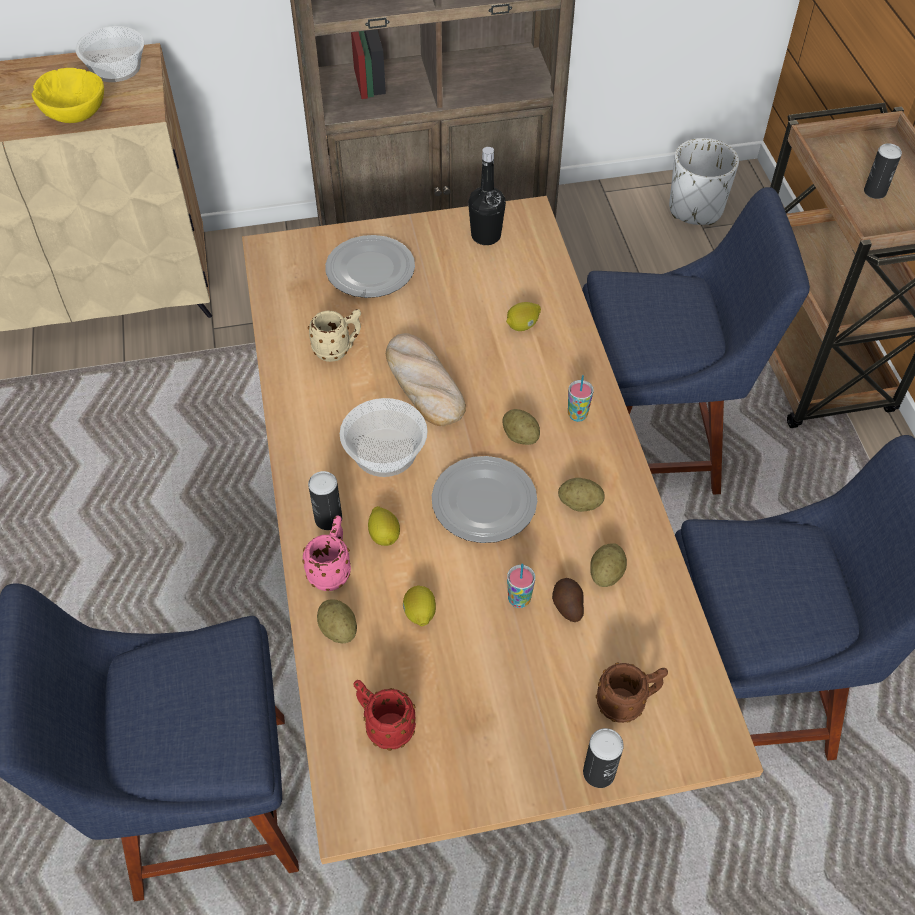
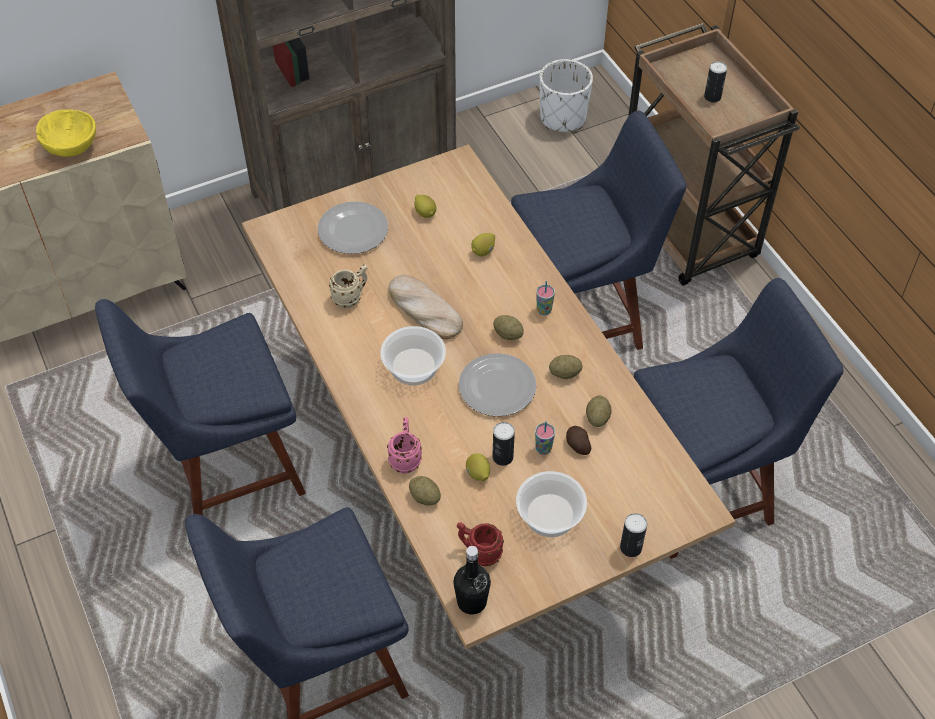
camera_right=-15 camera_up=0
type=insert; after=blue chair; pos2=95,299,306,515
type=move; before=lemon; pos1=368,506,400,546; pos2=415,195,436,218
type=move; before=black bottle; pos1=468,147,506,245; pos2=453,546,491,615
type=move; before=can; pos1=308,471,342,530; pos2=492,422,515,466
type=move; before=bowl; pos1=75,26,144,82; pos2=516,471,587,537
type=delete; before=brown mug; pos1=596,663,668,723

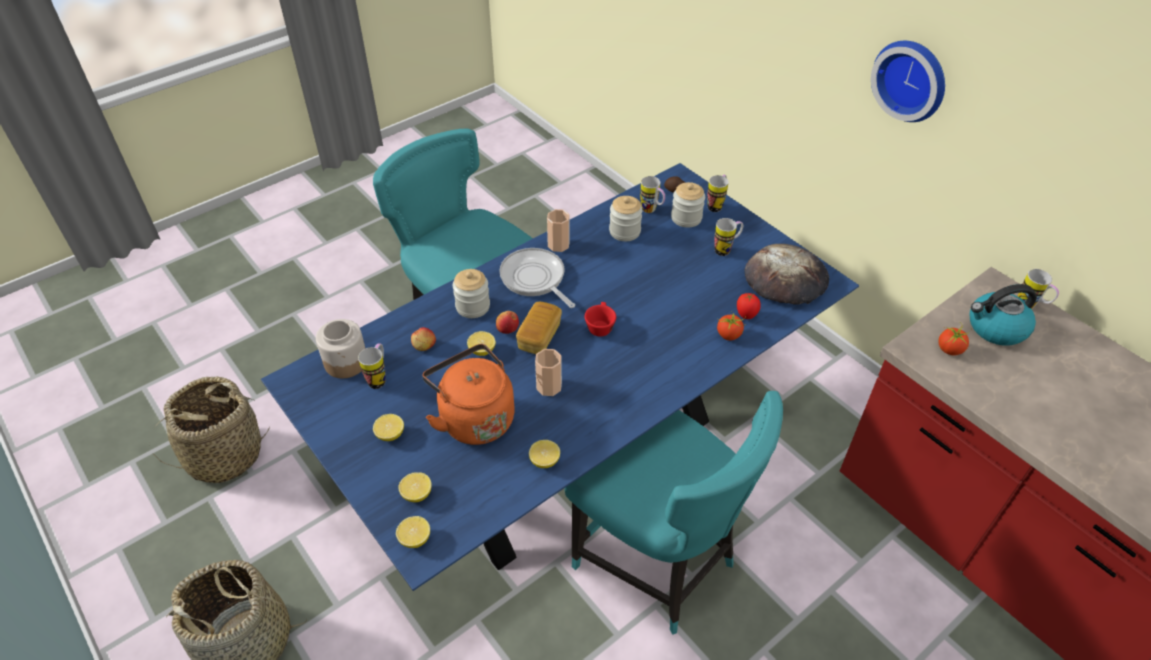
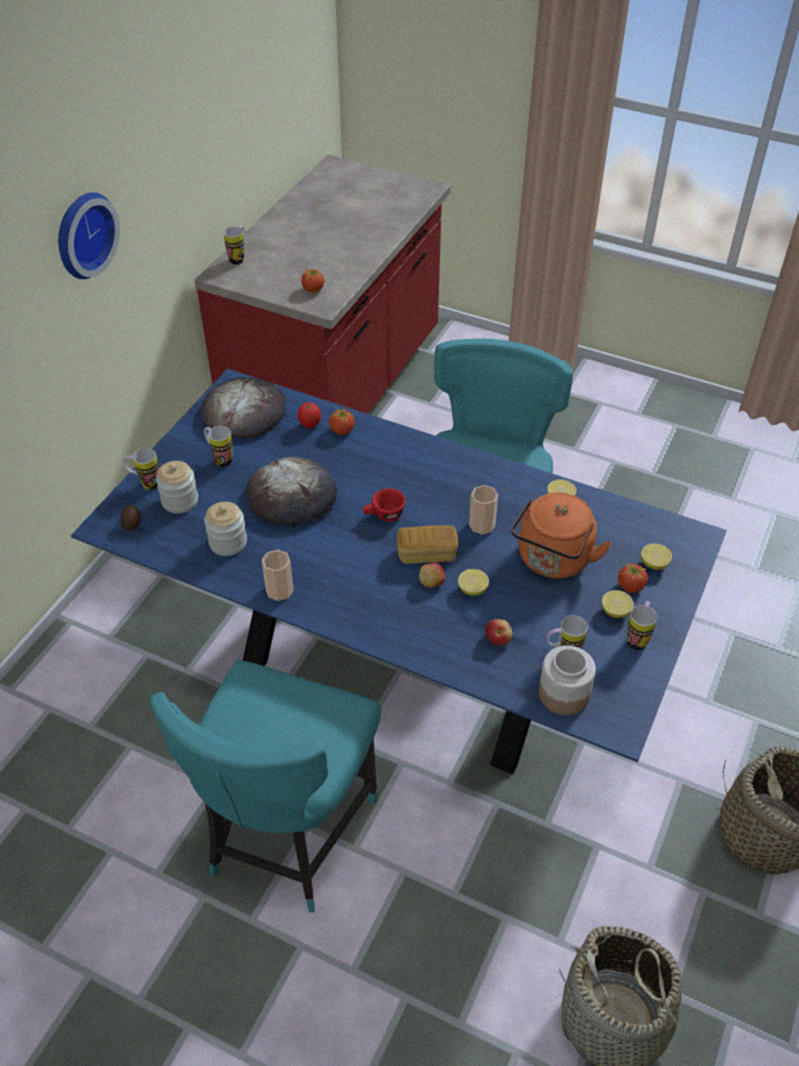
camera_right=-115 camera_up=0
type=insert; after=bread; pos2=246,457,337,526
type=insert; after=tomato; pos2=618,562,649,593
type=move; before=mug; pos1=640,176,665,213; pos2=627,601,657,651
type=delete; before=lemon; pos1=396,516,430,548
type=delete; before=jar; pos1=453,269,490,318
type=delete; before=frying pan; pos1=499,248,575,308
type=delete; before=kettle; pos1=970,284,1037,346

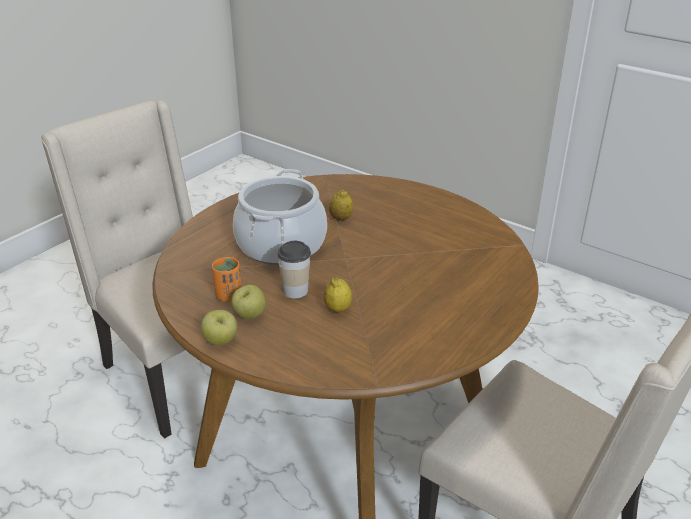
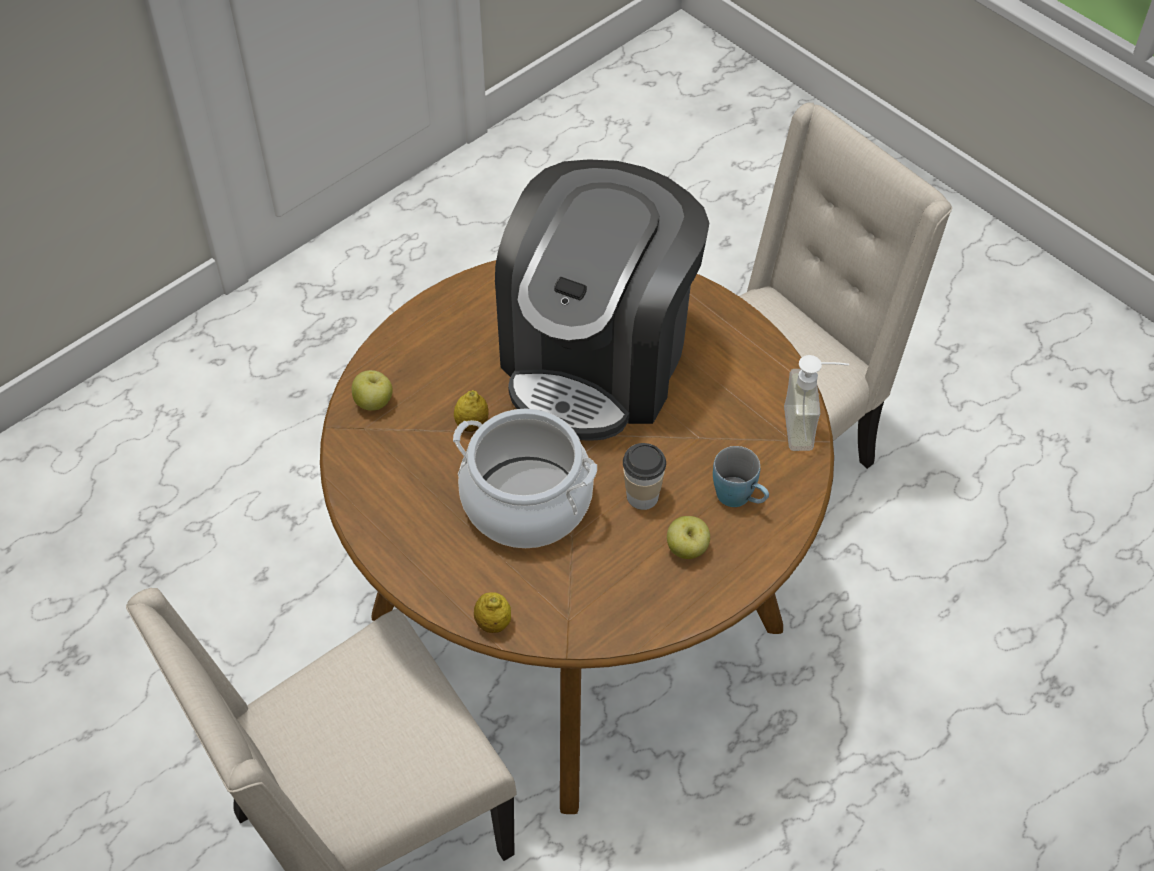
camera_right=-80 camera_up=20
type=move; before=apple; pos1=201,310,237,345; pos2=352,370,393,411
type=move; before=lemon; pos1=324,277,352,312; pos2=474,592,511,633
type=insert; after=coffee machine; pos2=495,159,709,441
type=insert; after=blue mug; pos2=713,446,769,507
type=insert; after=soap dispenser; pos2=784,355,849,451
type=delete; before=orange cup; pos1=212,257,242,302

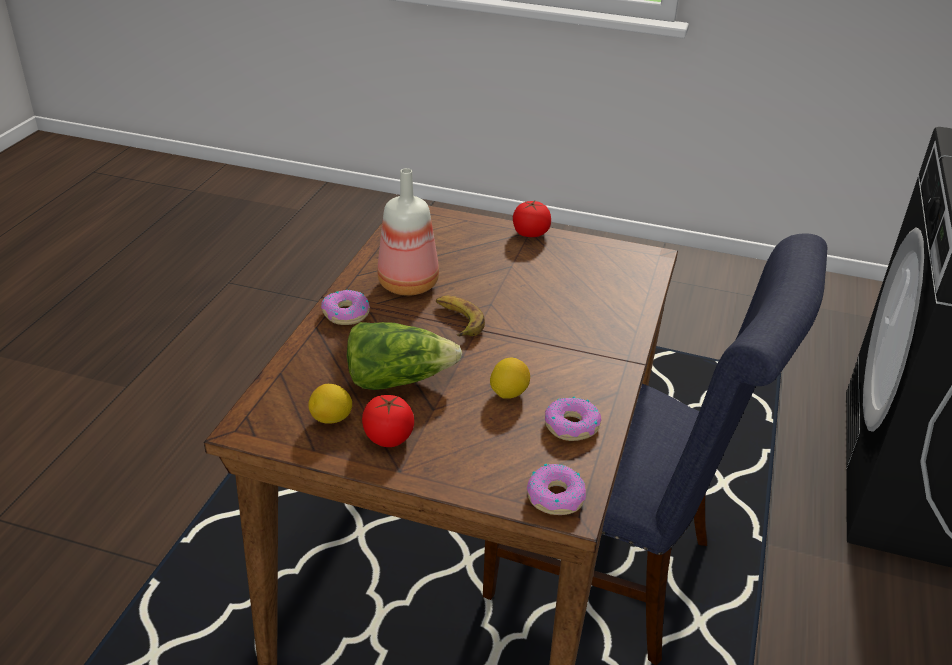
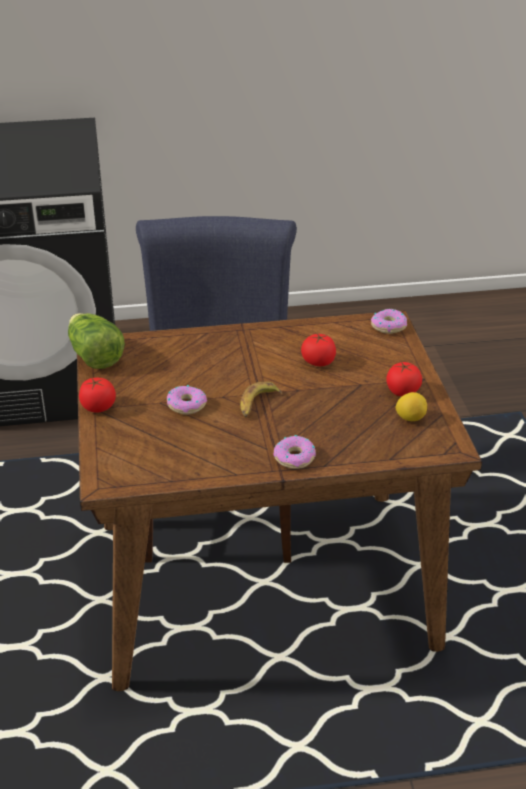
camera_right=-115 camera_up=0
type=move; before=lettuce; pos1=347,322,462,390; pos2=68,313,125,369
type=move; before=donut; pos1=545,397,602,441; pos2=167,385,207,415
type=replace; before=lemon; after=tomato; pos1=490,358,530,399; pos2=301,333,336,366
type=delete; before=bottle; pos1=377,168,439,296

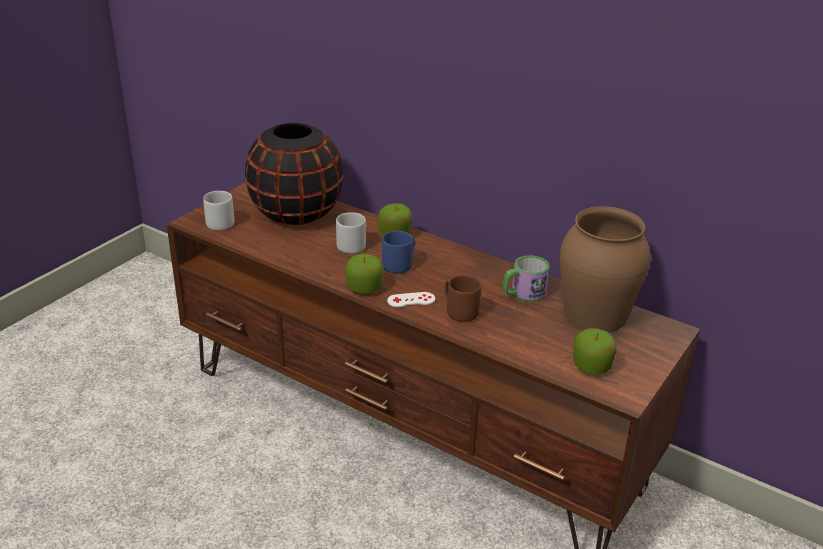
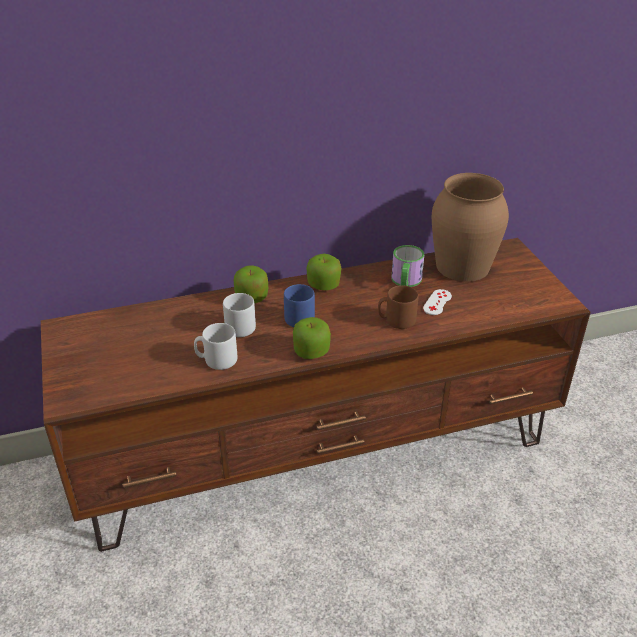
camera_right=-50 camera_up=5
type=move; before=grey mug; pos1=203,191,234,230; pos2=194,323,237,370
type=move; before=apple; pos1=573,328,616,374; pos2=306,254,342,290
type=move; before=white game controller; pos1=387,292,435,307; pos2=423,289,452,315
type=delete; before=black vase; pos1=245,123,343,225

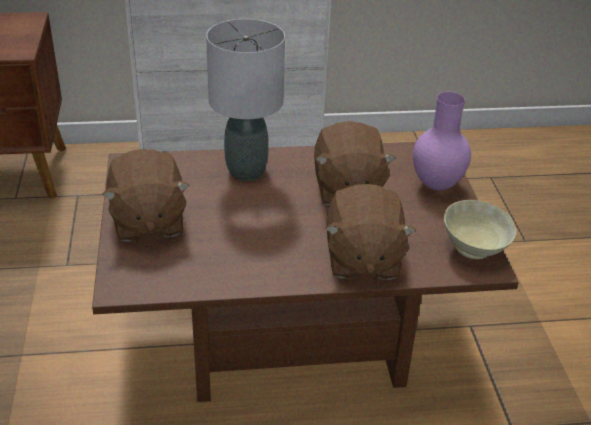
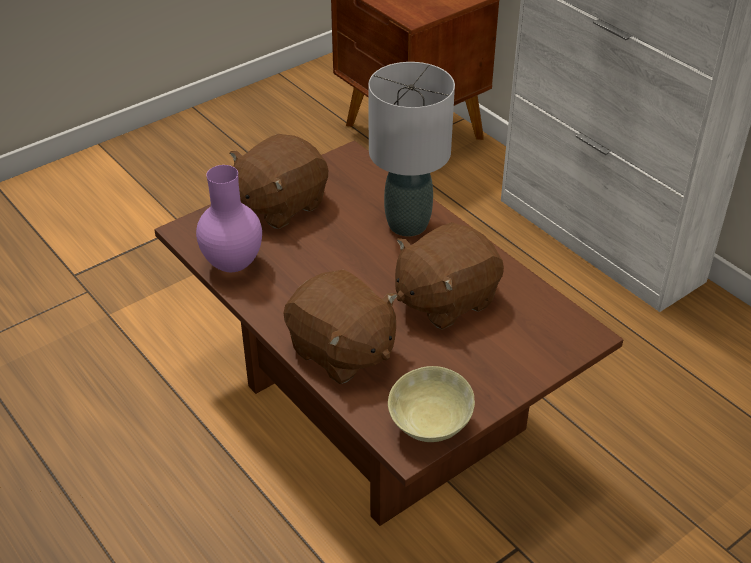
camera_right=60 camera_up=5
type=move; before=purple vase; pos1=413,92,471,190; pos2=196,165,262,272
type=rotate; before=brown plush toy; pos1=325,184,416,280; pos2=283,270,398,384; turn=-105

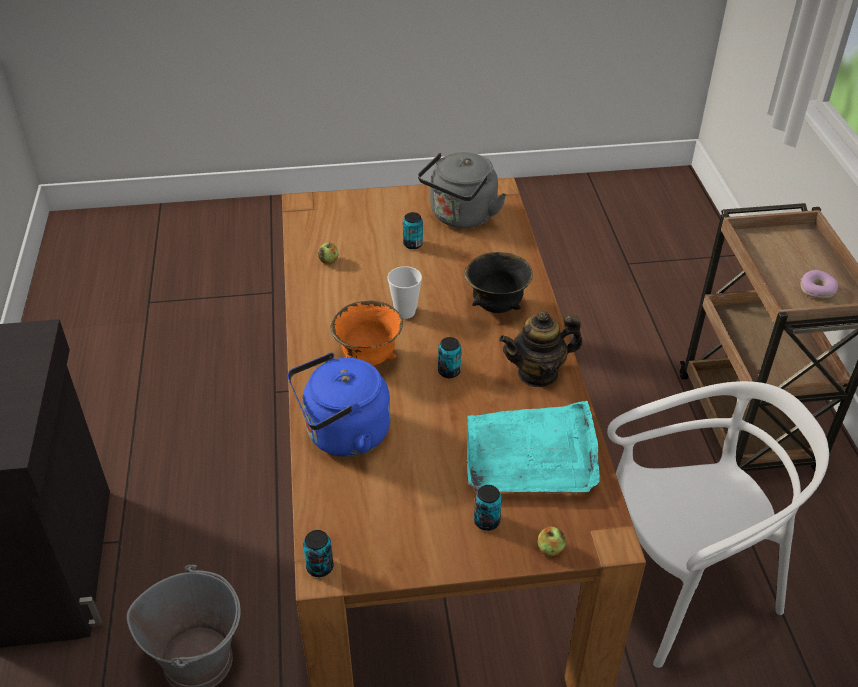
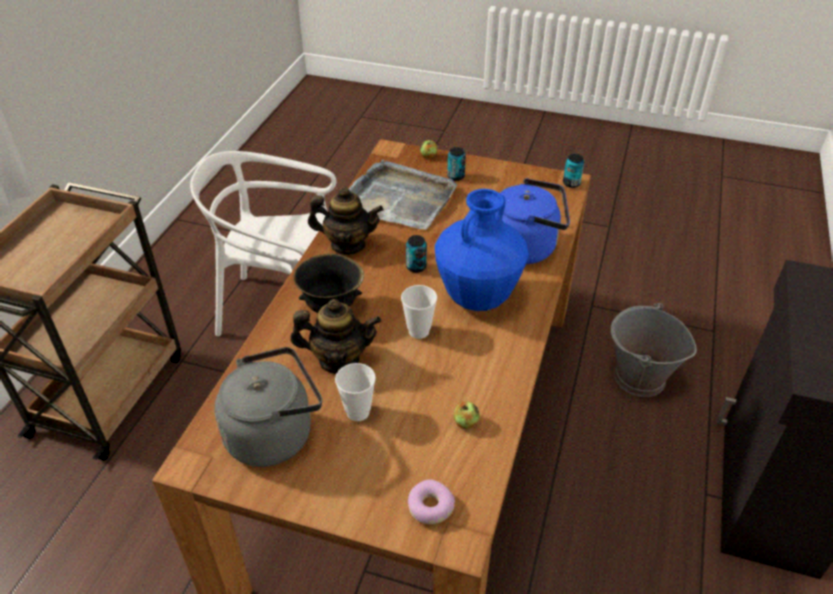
camera_right=-155 camera_up=0
type=insert; after=teapot; pos2=290,299,381,374
type=replace; before=can; after=cup; pos1=403,212,423,249; pos2=335,363,376,421
type=recolor; before=turquoise tray; after=grey tray; pos1=467,401,600,493; pos2=349,160,457,230
type=move; before=donut; pos1=800,270,838,298; pos2=408,479,455,524
type=replace; before=orange bowl; after=blue vase; pos1=330,301,403,366; pos2=435,189,529,311

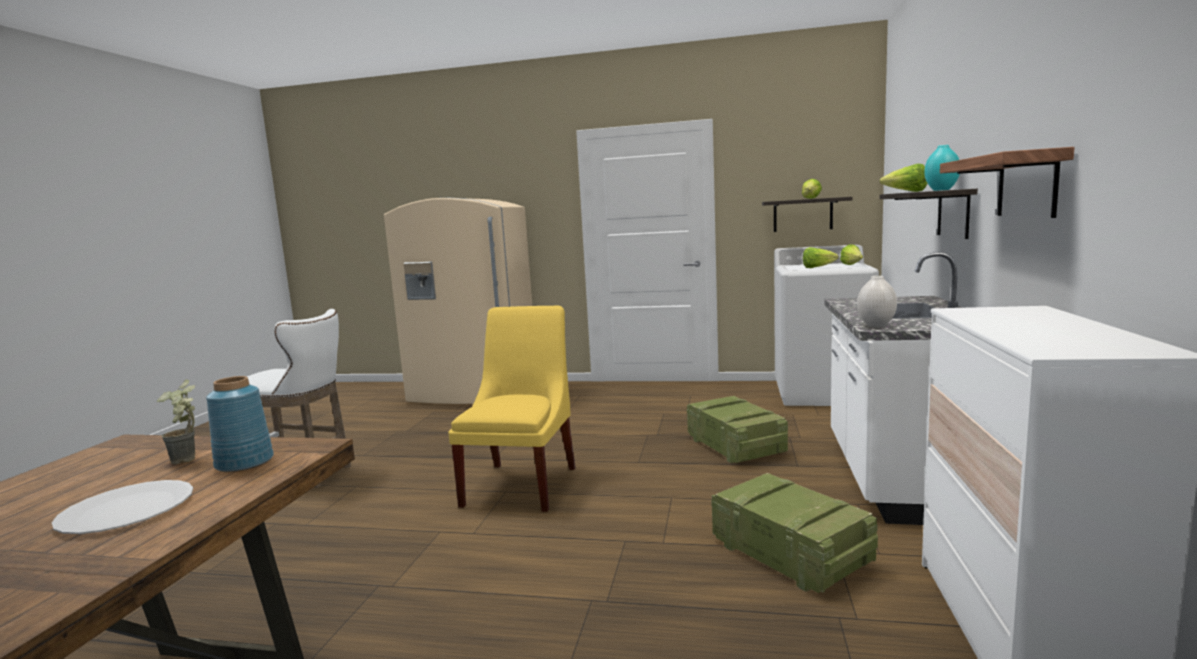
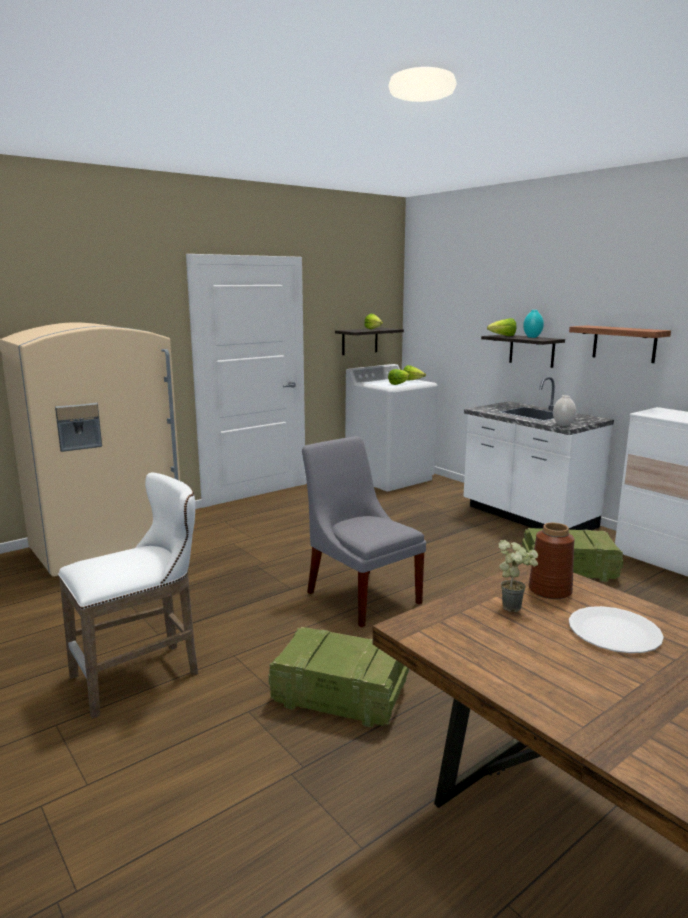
camera_right=-50 camera_up=5
type=move; before=crate; pos1=687,396,788,463; pos2=269,627,409,727
type=recolor; before=yellow chair; after=grey chair; pos1=448,306,576,512; pos2=302,436,426,628
type=recolor; before=blue vase; after=brown vase; pos1=206,376,274,472; pos2=529,523,574,599

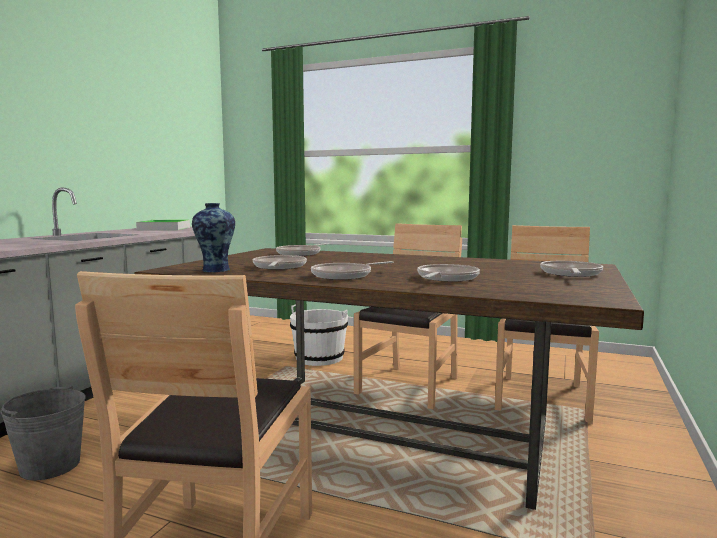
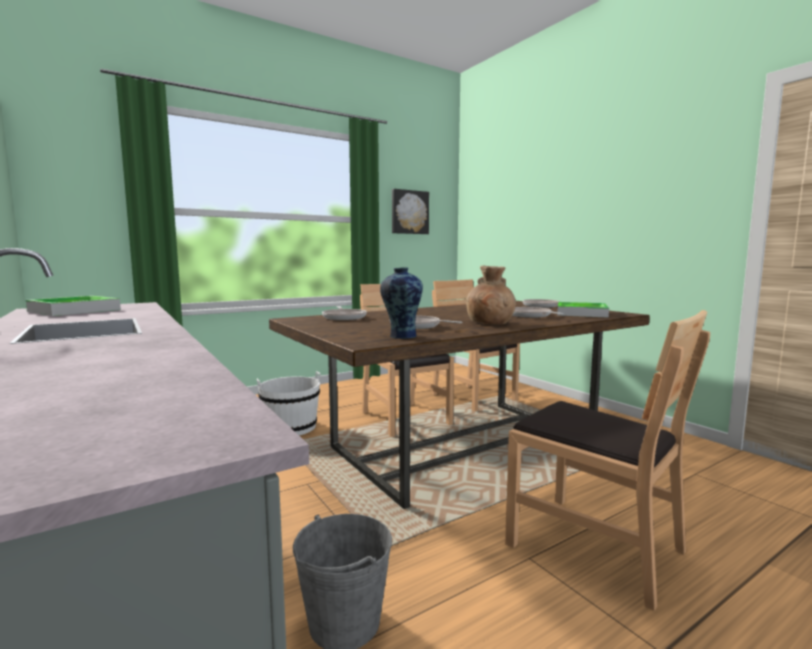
camera_right=-55 camera_up=0
type=insert; after=picture; pos2=392,189,429,234
type=replace; before=frying pan; after=brown vase; pos1=311,261,393,280; pos2=466,266,516,324
type=insert; after=tray; pos2=557,302,609,318

